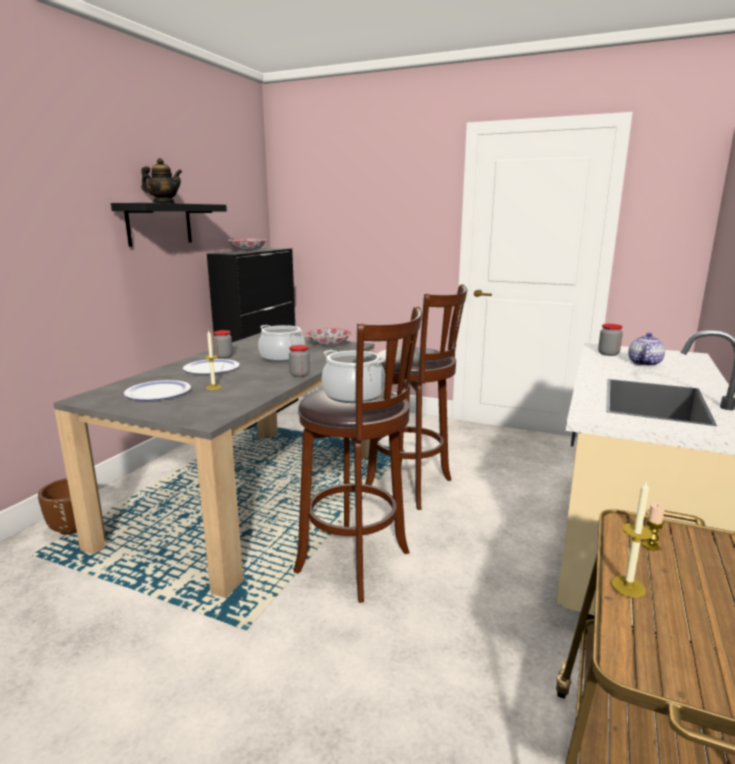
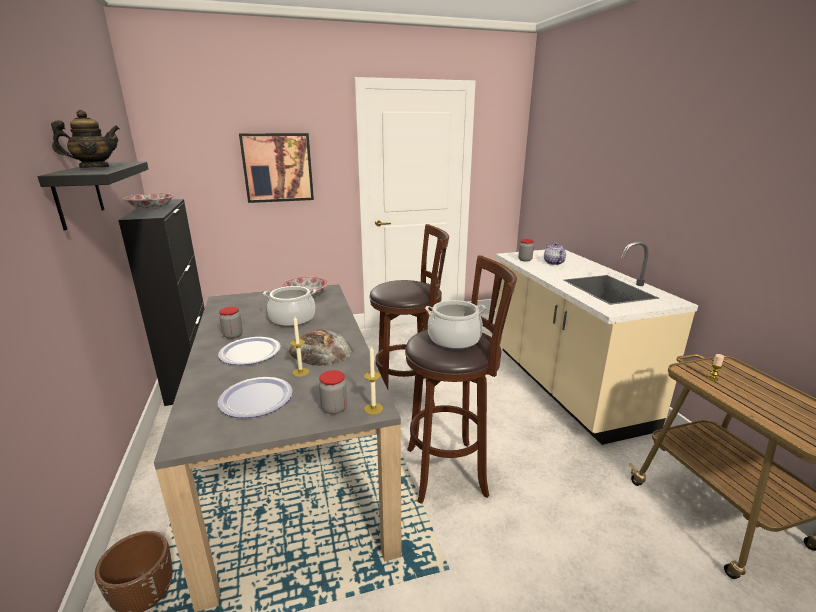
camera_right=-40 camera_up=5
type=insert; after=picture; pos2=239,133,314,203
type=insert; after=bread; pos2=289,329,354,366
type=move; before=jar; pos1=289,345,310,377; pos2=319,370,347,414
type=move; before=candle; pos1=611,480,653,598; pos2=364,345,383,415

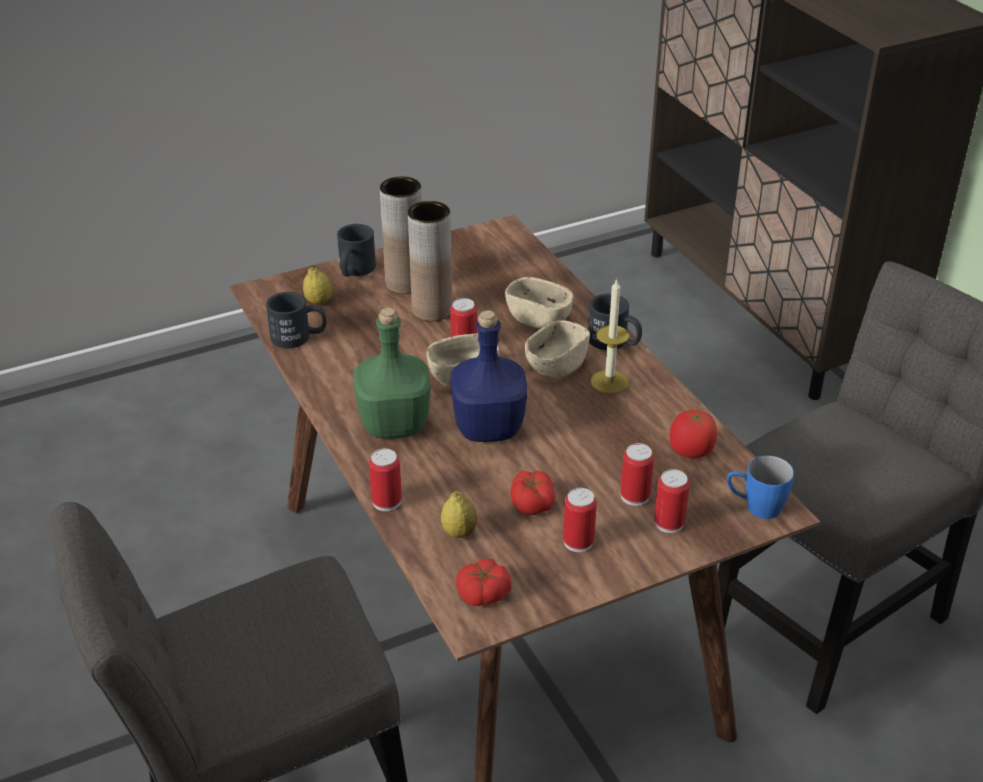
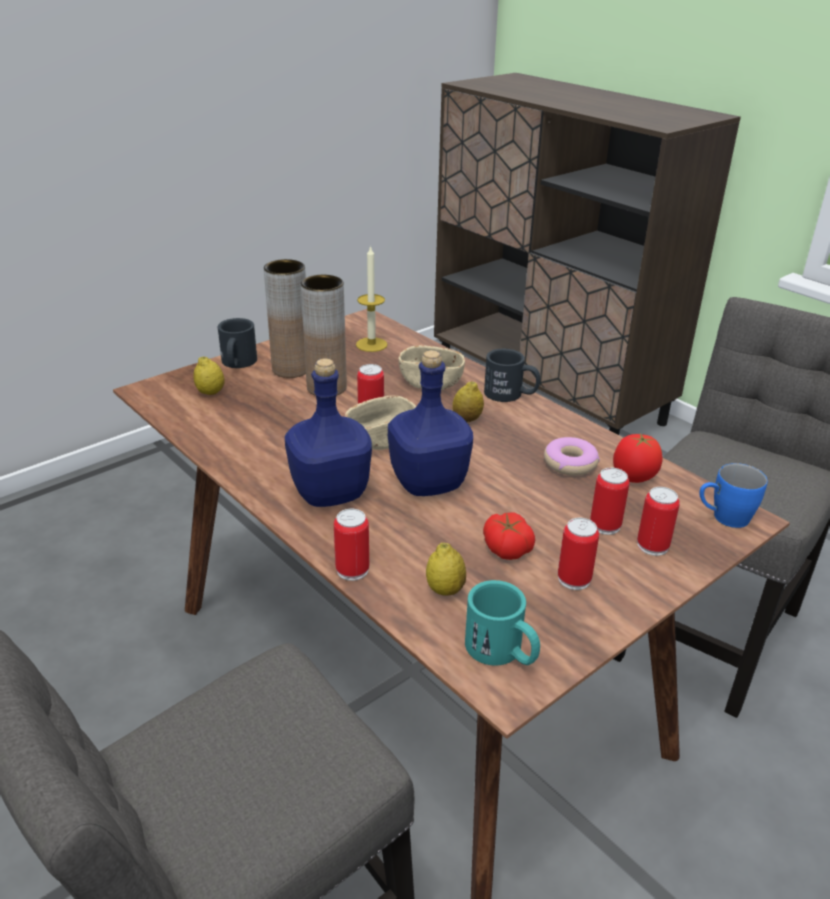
camera_right=-15 camera_up=-5
type=recolor; before=green bottle; after=blue bottle; pos1=353,307,431,439; pos2=285,358,372,507
type=move; before=candle; pos1=591,278,629,394; pos2=356,245,387,352
type=replace; before=beige bowl; after=lemon; pos1=525,320,590,377; pos2=452,381,484,422
type=replace; before=tomato; after=turquoise mug; pos1=456,559,511,606; pos2=465,580,540,666
type=insert; after=donut; pos2=544,437,600,476
type=delete; before=black mug; pos1=266,292,327,348

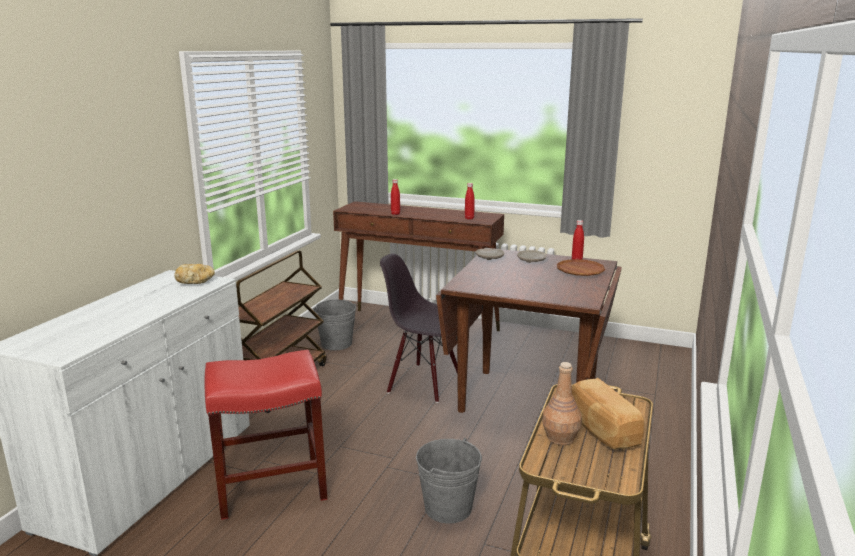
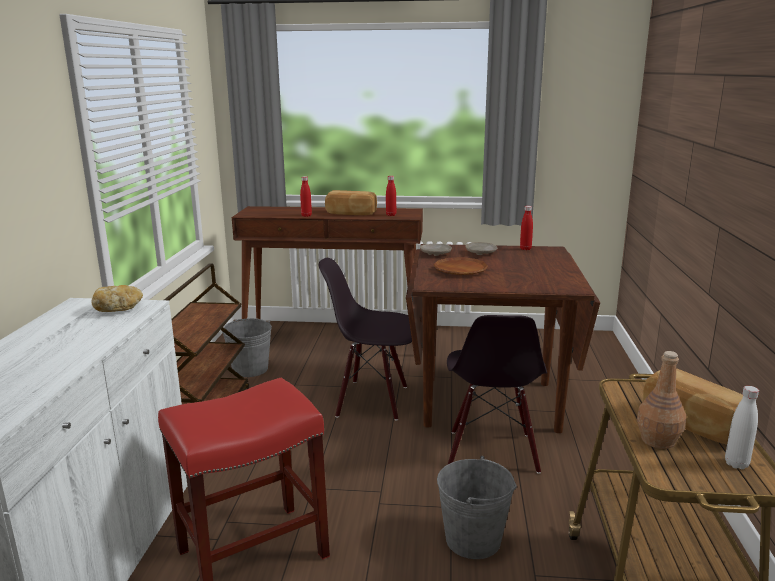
camera_right=-15 camera_up=0
type=insert; after=bread; pos2=325,190,377,215
type=move; before=brown plate; pos1=557,259,605,276; pos2=434,257,488,275
type=insert; after=black chair; pos2=447,315,547,474
type=insert; after=white bottle; pos2=725,386,759,469

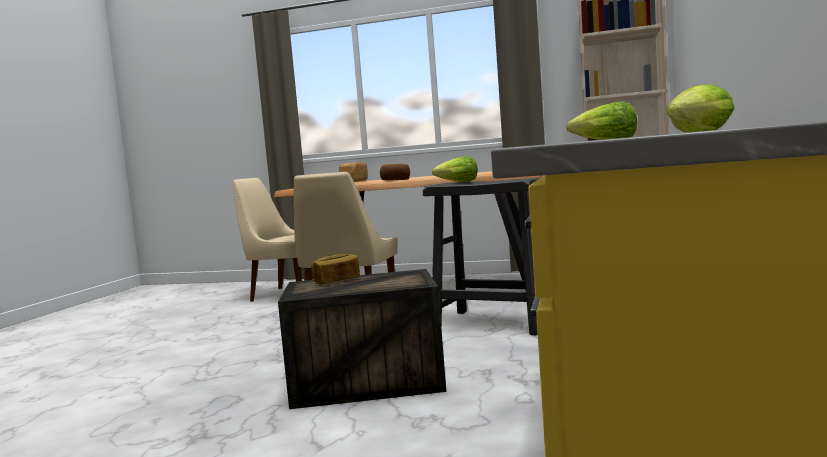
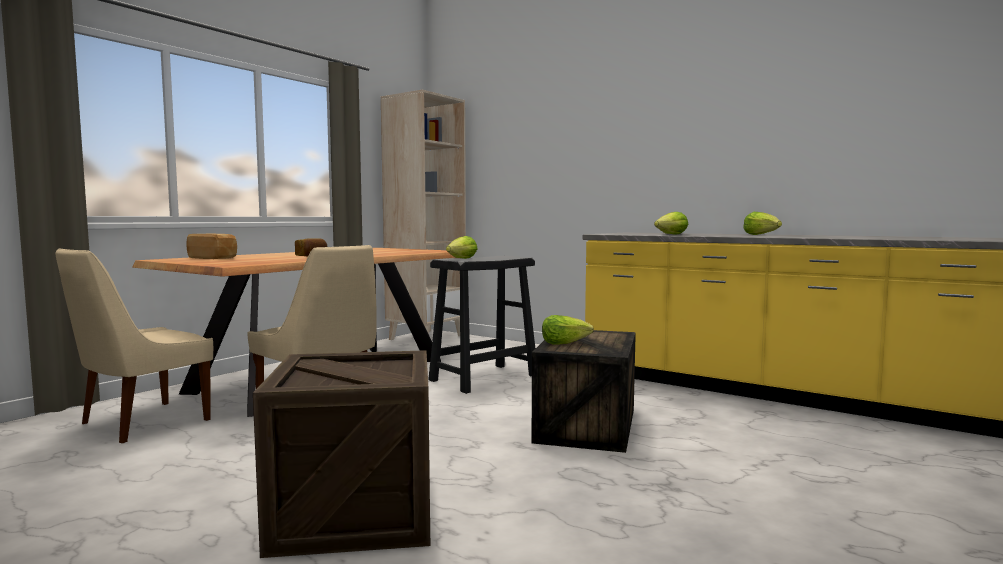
camera_right=-70 camera_up=0
type=insert; after=crate; pos2=253,350,430,558
type=replace; before=bread; after=lettuce; pos1=311,254,360,284; pos2=542,315,594,345

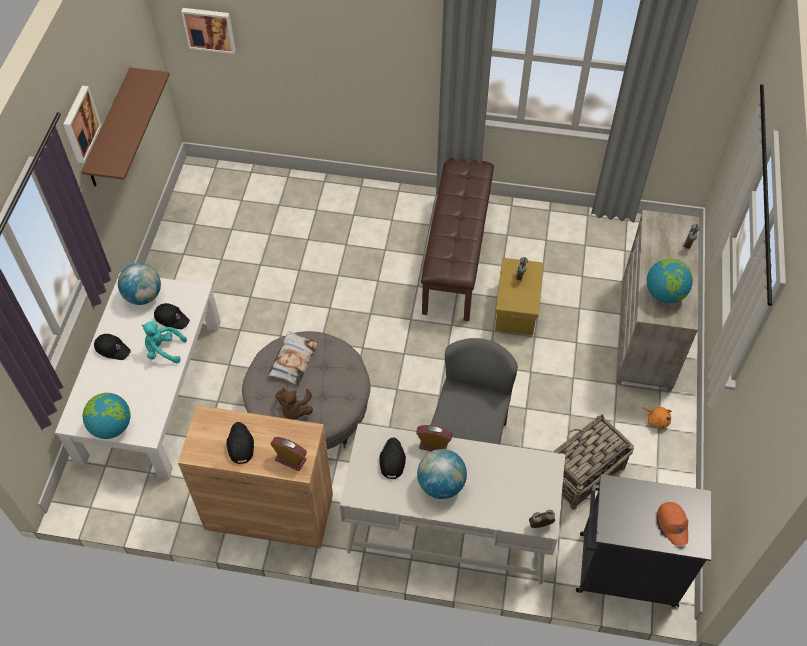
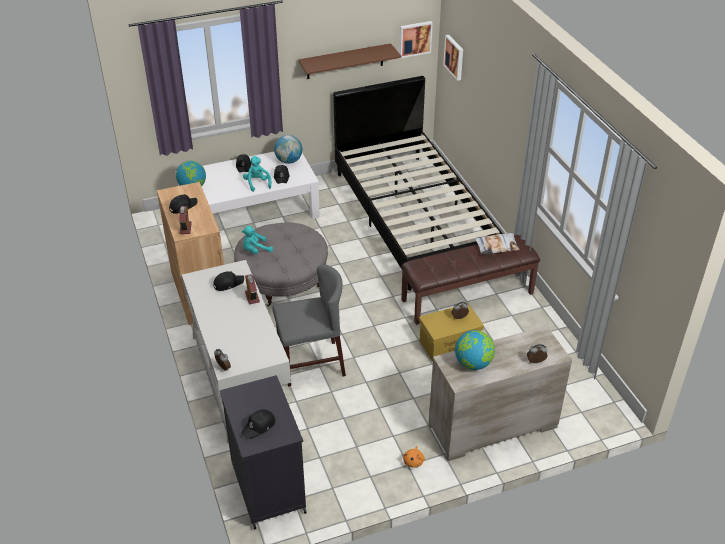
camera_right=60 camera_up=-15
type=recolor; before=brown plush toy; after=turquoise plush toy; pos1=275,388,313,420; pos2=241,226,273,254
type=recolor; before=orange cap; after=black cap; pos1=657,502,688,546; pos2=241,409,275,439
type=insert; after=black bed; pos2=333,76,503,291
type=move; before=picture; pos1=63,86,102,163; pos2=399,21,433,58
type=move; before=pillow; pos1=268,331,318,385; pos2=474,233,520,255
type=delete; before=globe; pos1=417,449,467,499
type=delete; before=basket; pos1=553,414,634,510

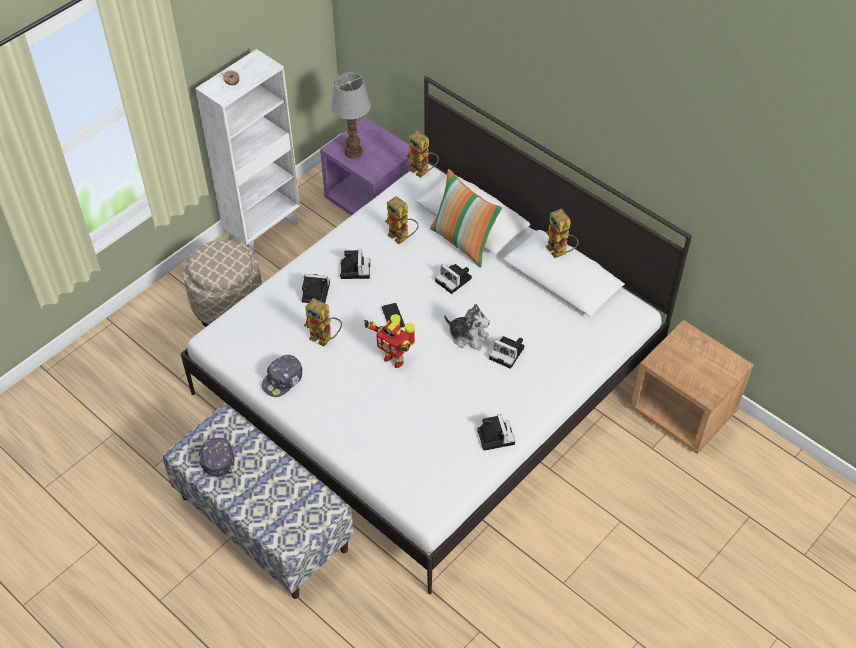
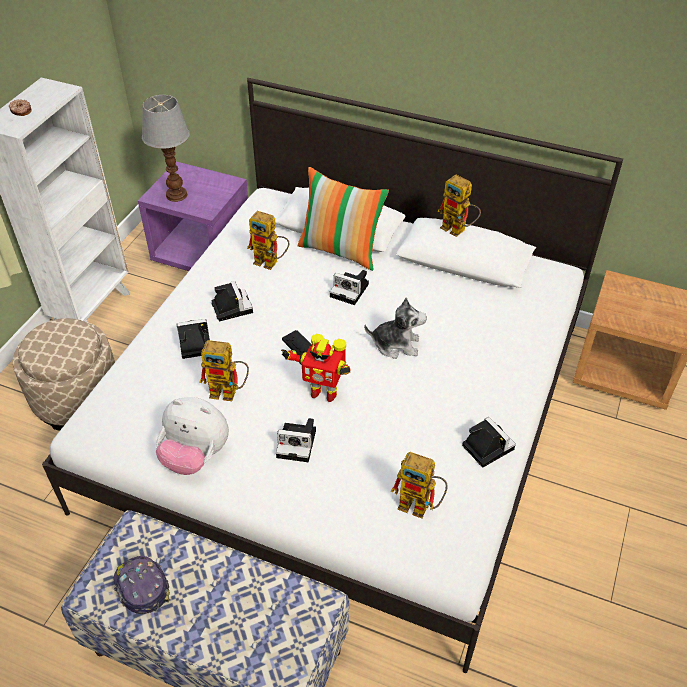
camera_right=-20 camera_up=-5
type=replace; before=cap; after=plush toy; pos1=262,355,302,397; pos2=156,397,229,475
type=move; before=photo camera; pos1=489,336,525,369; pos2=276,418,316,462
type=move; before=toy robot; pos1=406,130,439,178; pos2=391,452,448,518

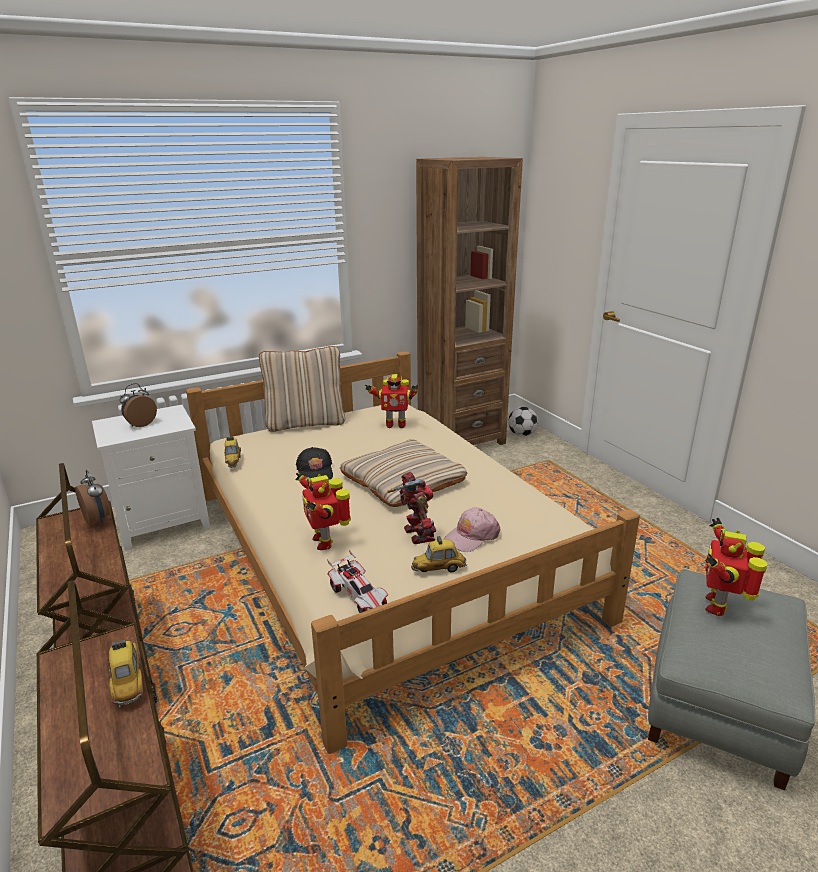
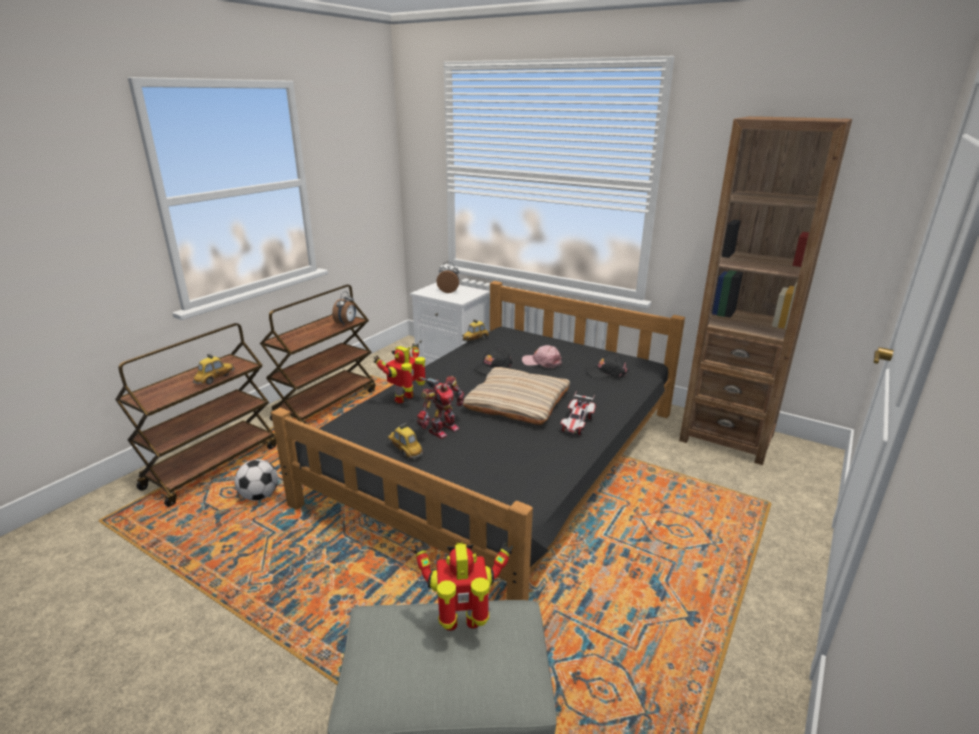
camera_right=60 camera_up=0
type=move; before=football; pos1=508,407,538,437; pos2=234,459,278,501
type=recolor; before=beige bed; after=black bed; pos1=186,351,640,754; pos2=271,281,685,600
type=move; before=pink cap; pos1=444,507,500,552; pos2=522,345,562,368
type=move; before=toy car; pos1=327,550,388,613; pos2=561,391,596,435
type=replace; before=toy robot; after=black cap; pos1=365,374,419,428; pos2=585,354,629,379
type=delete; before=beige pillow; pos1=259,346,345,432

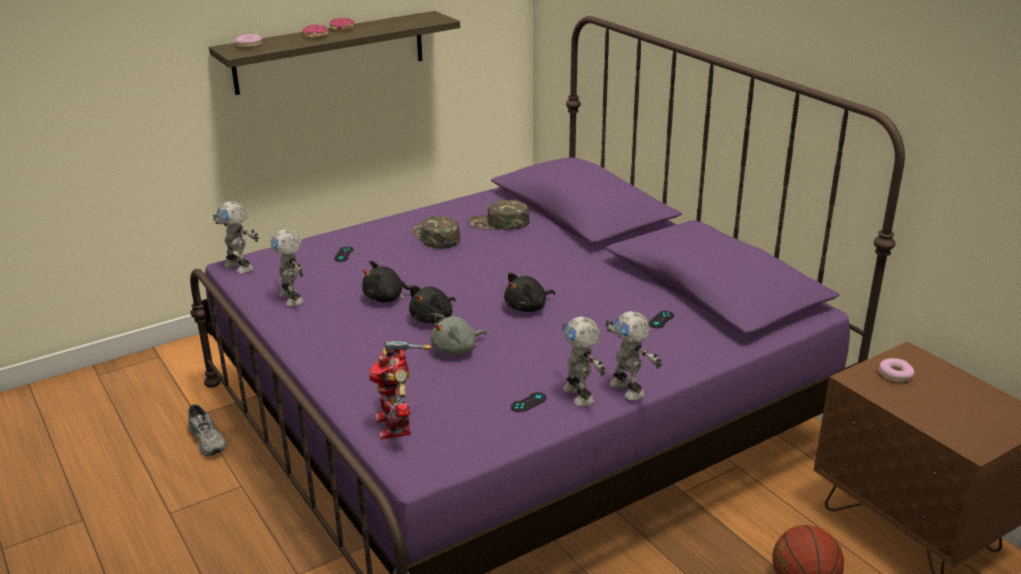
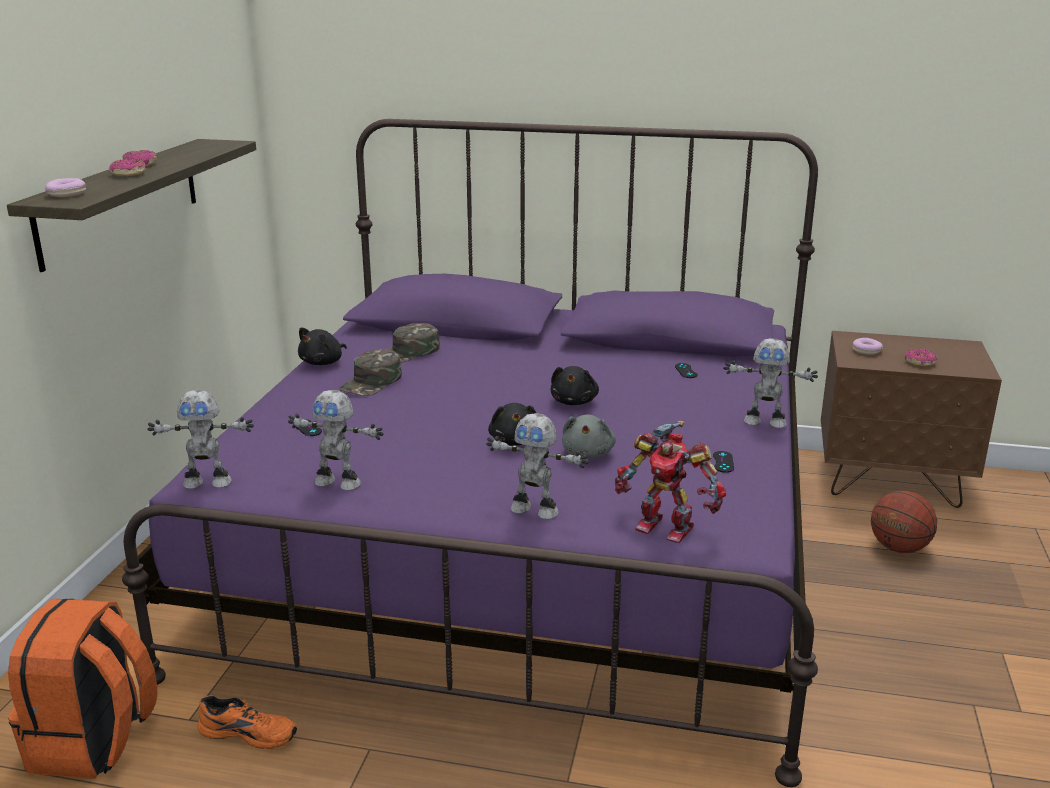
camera_right=-45 camera_up=-5
type=insert; after=orange backpack; pos2=8,599,157,779
type=recolor; before=grey shoe; after=orange shoe; pos1=188,404,227,456; pos2=198,695,297,749
type=move; before=black plush toy; pos1=362,261,416,303; pos2=298,327,347,365
type=rotate; before=green cap; pos1=412,216,460,249; pos2=339,349,402,396; turn=-75
type=move; before=toy robot; pos1=562,316,606,407; pos2=486,413,589,519
type=insert; after=donut; pos2=905,349,937,366

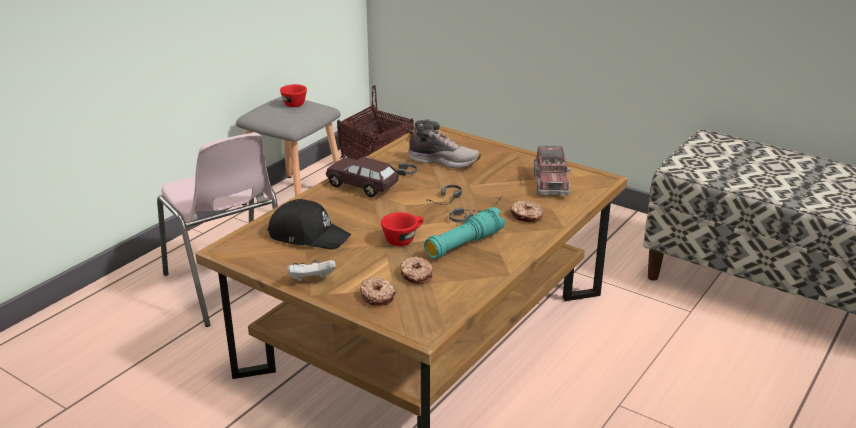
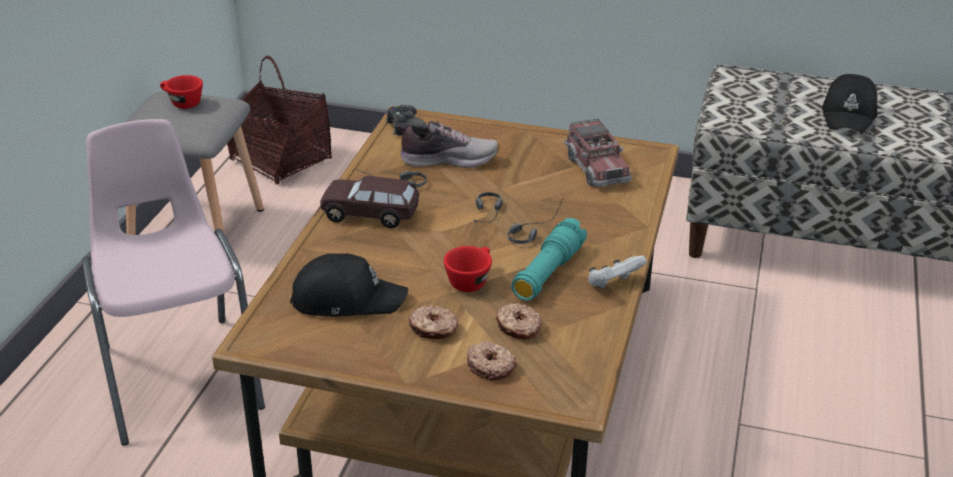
camera_right=-20 camera_up=5
type=rotate; before=pink chair; pos1=157,133,278,327; pos2=82,119,265,445; turn=-150
type=move; before=donut; pos1=510,201,544,223; pos2=408,305,458,339
type=move; before=white game controller; pos1=286,260,336,282; pos2=588,256,647,289
type=insert; after=black cap; pos2=822,74,877,134

